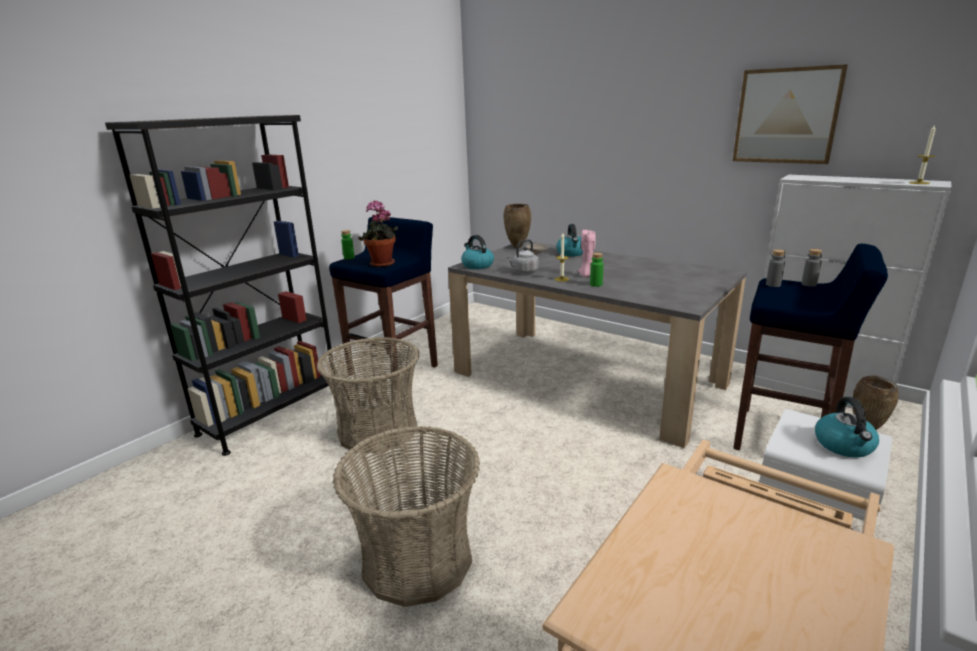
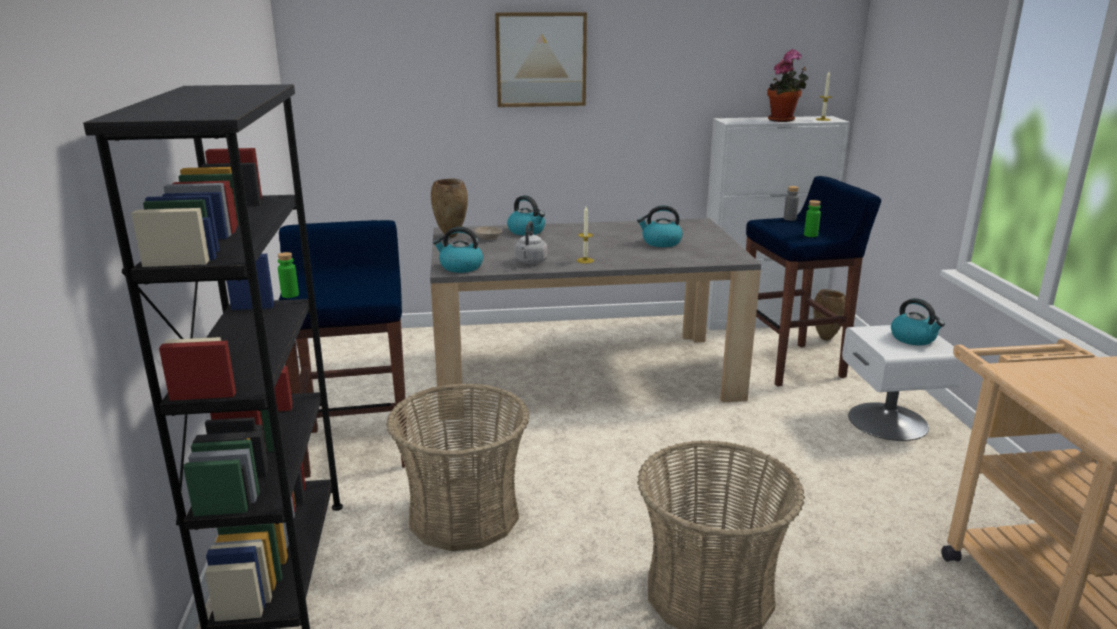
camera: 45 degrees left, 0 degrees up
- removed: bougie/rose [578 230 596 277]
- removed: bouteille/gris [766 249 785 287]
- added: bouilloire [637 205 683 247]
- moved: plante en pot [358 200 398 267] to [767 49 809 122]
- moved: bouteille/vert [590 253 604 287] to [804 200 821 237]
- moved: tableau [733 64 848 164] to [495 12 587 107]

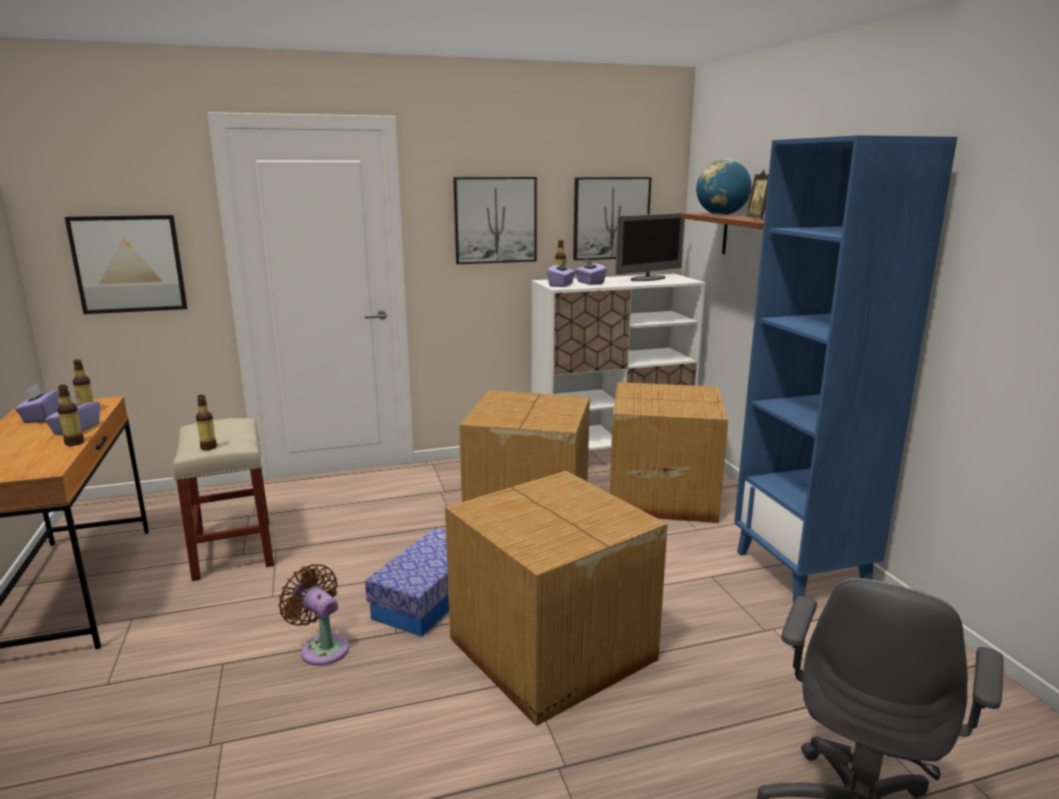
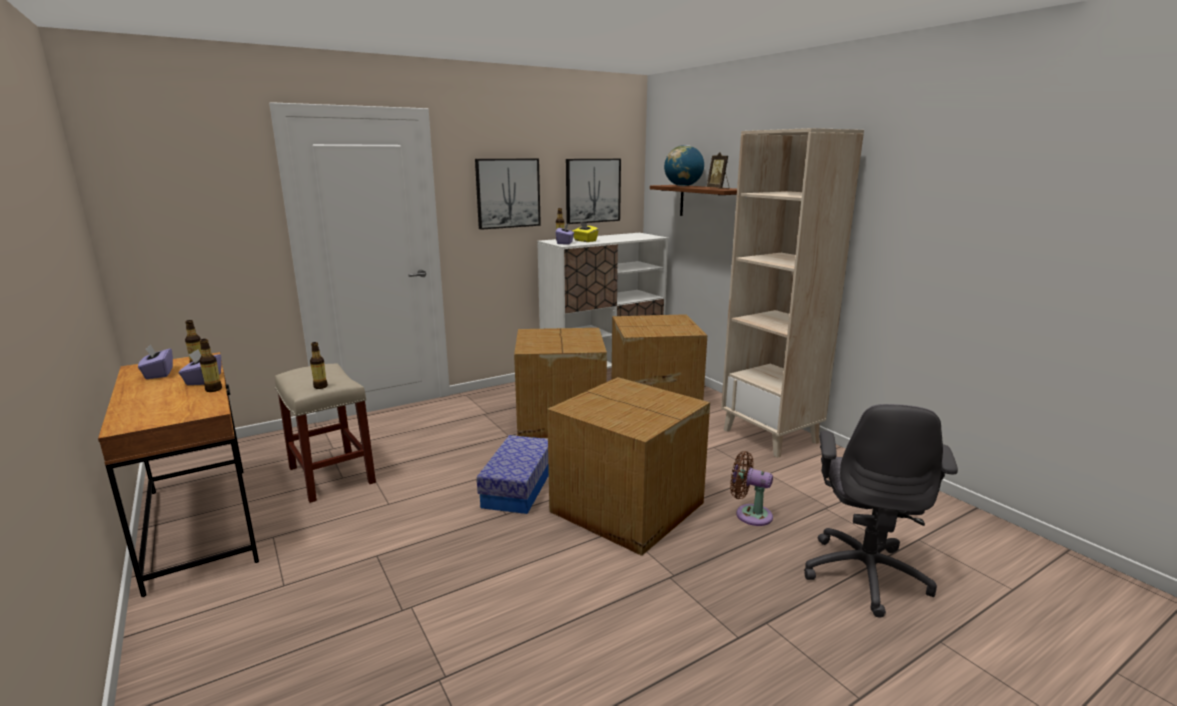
camera: 15 degrees left, 0 degrees up
- removed: tableau [65 215 187 314]
- removed: écran d'ordinateur [615 213 684 281]
- moved: ventilateur/marron [279 564 349 666] to [730 451 773 526]
- recoloured: boîte à mouchoirs/violet [575 258 607 285] to boîte à mouchoirs/jaune [572 222 599 242]
- recoloured: bibliothèque/bleu [734 135 957 602] to bibliothèque/beige [721 128 864 458]

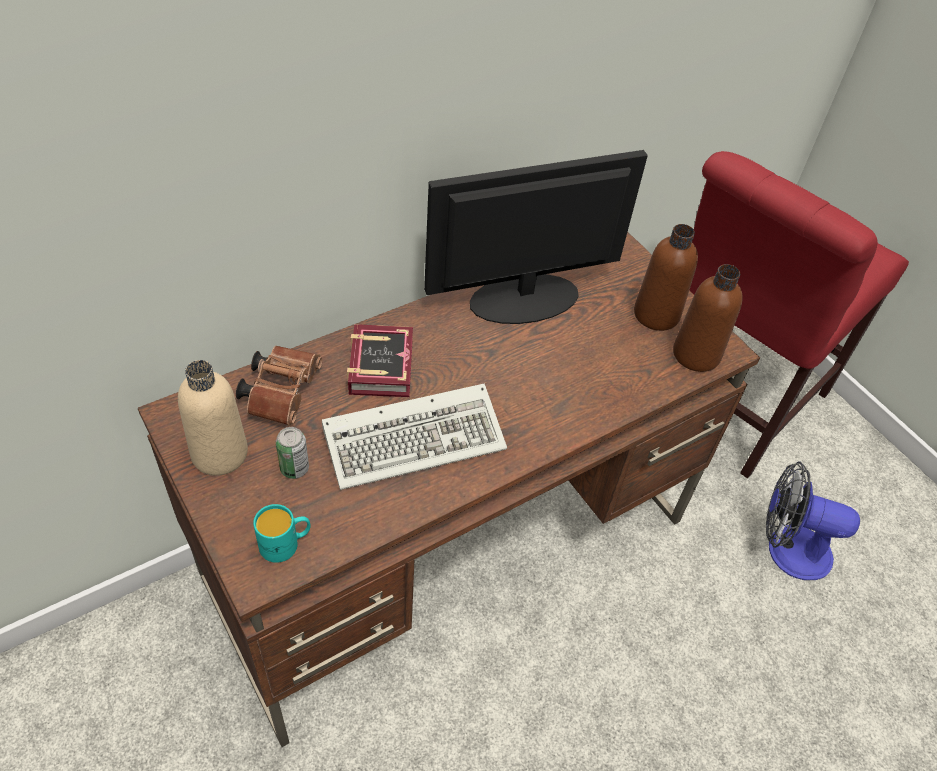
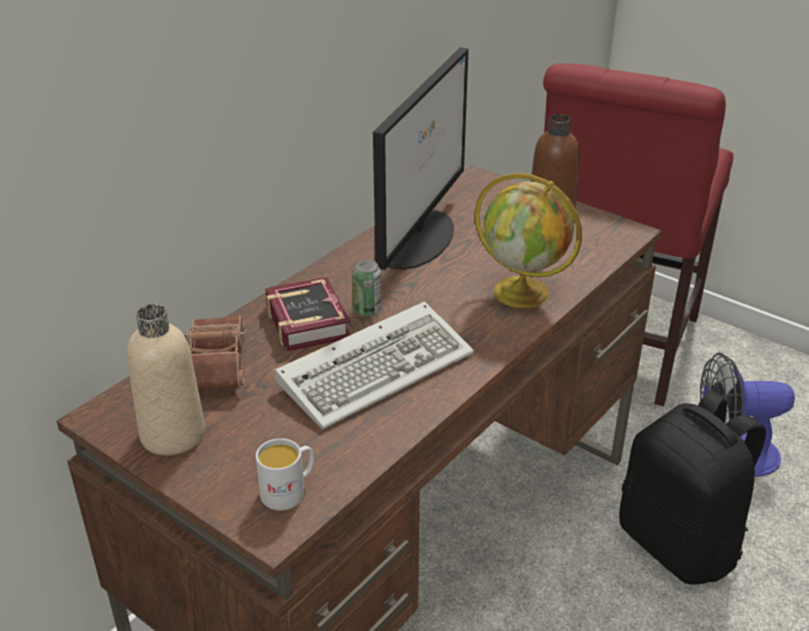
camera: 15 degrees left, 15 degrees down
- removed: bouteille/marron [673 264 743 372]
- added: globe [474 173 582 308]
- added: sac à dos/noir [619 391 766 585]
- moved: boîte métallique [276 427 309 479] to [352 259 382 316]
- recoloured: mug/turquoise [253 504 311 563] to mug/blanc [256 438 314 510]
- turned: écran d'ordinateur [424 150 648 324] = [373 47 469 270] 150 degrees clockwise

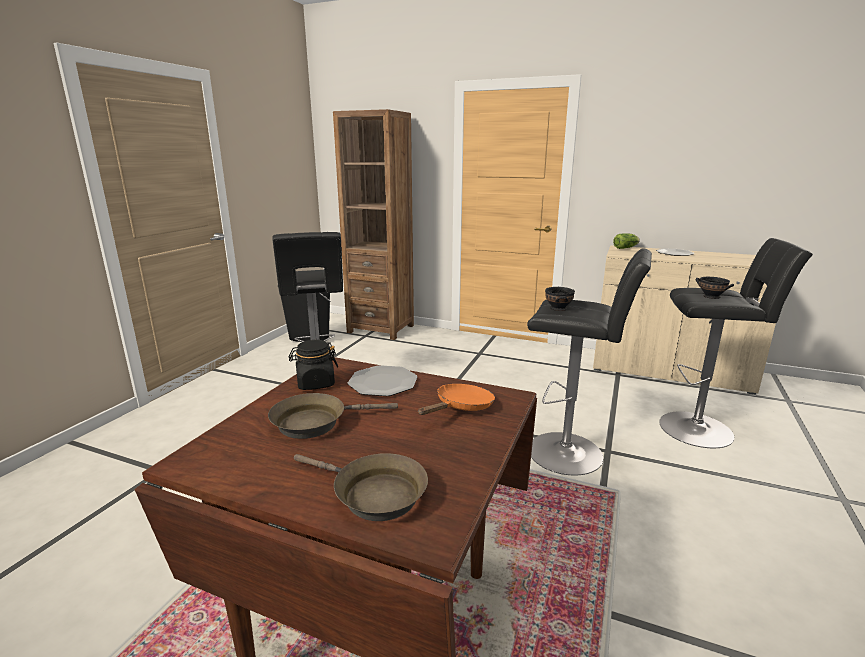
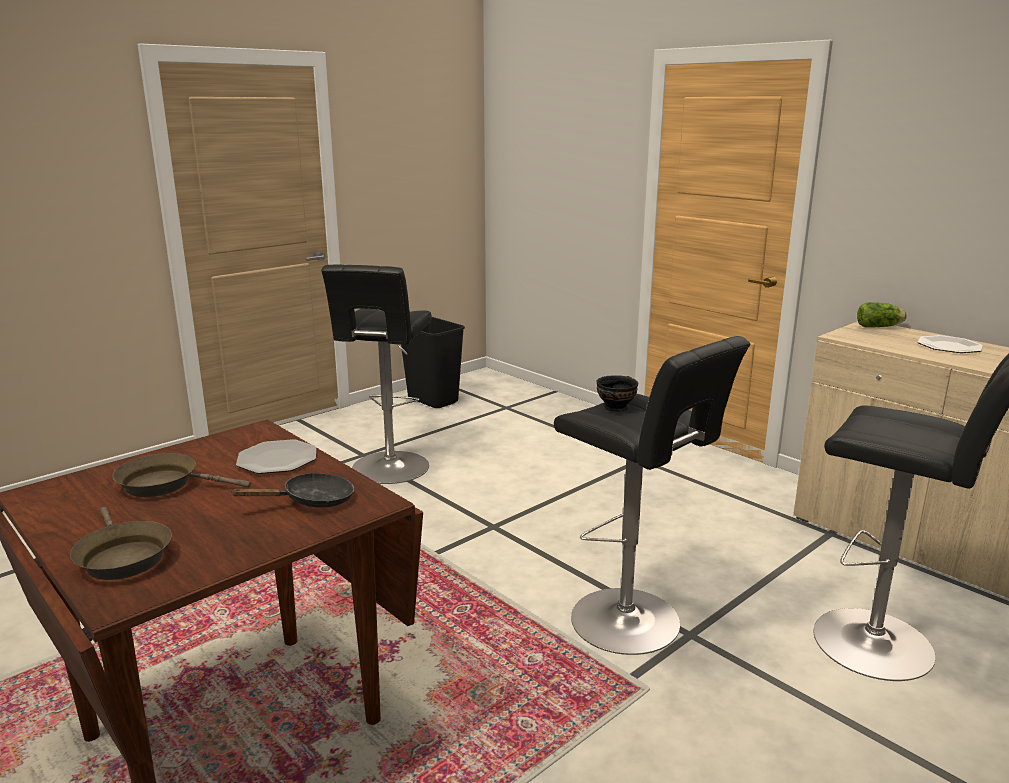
camera: 25 degrees right, 0 degrees up
- removed: bocal/noir [289 340 338 390]
- removed: bibliothèque/marron [333 109 414 340]
- removed: bol/noir [695 277 734 299]
- recoloured: poêle/orange [418 384 495 415] to poêle/noir [230 473 354 508]

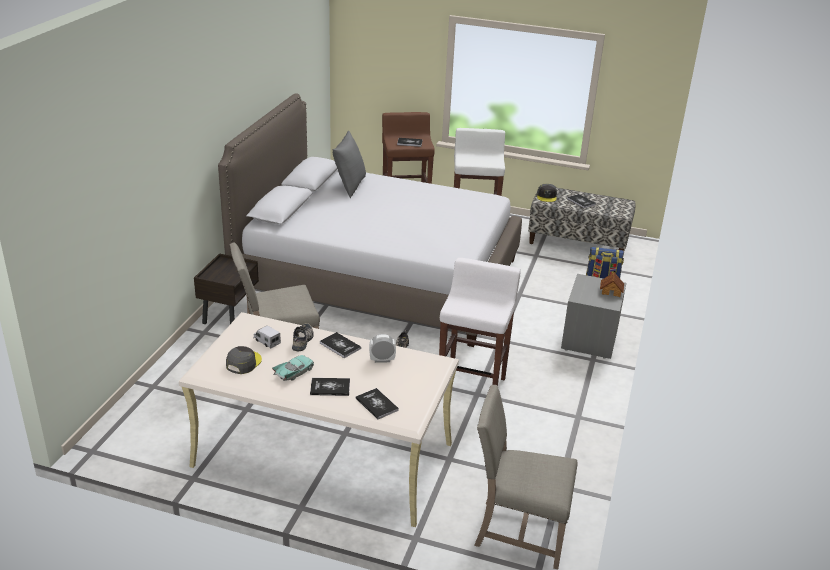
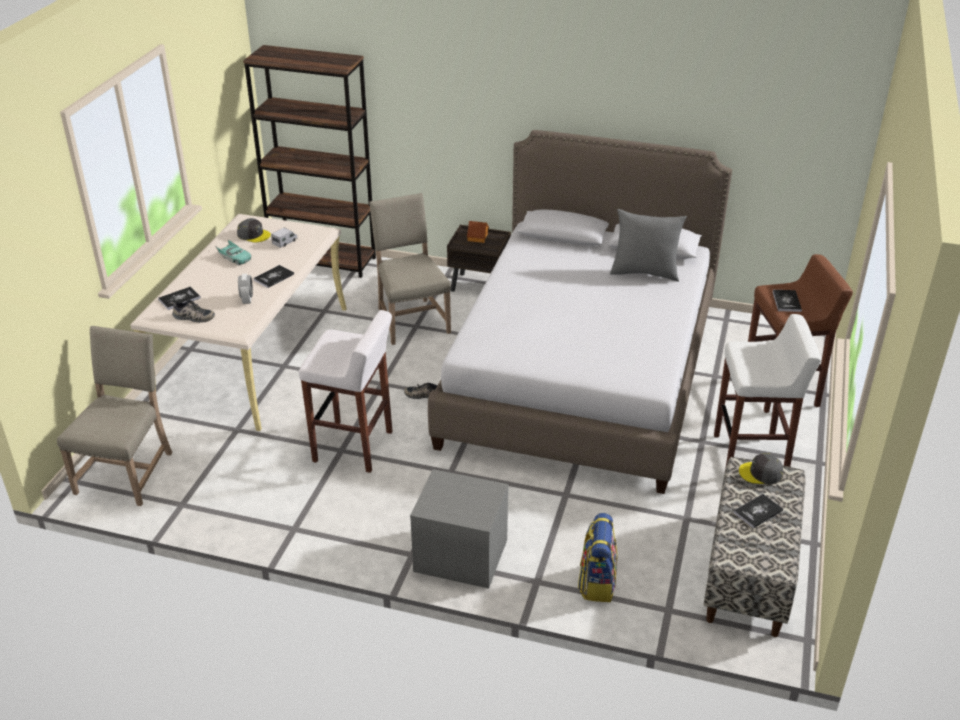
camera: 90 degrees right, 5 degrees up
- removed: livre [310 378 350 396]
- added: bibliothèque/marron [243 45 376 278]
- moved: chaussure [292 323 314 351] to [170 300 215 323]
- moved: maison miniature [600 272 624 297] to [467 221 489 243]

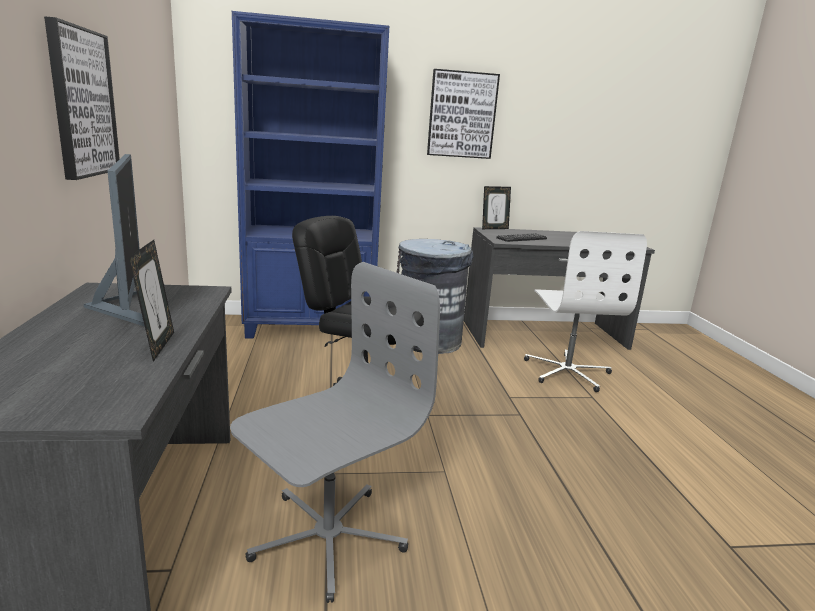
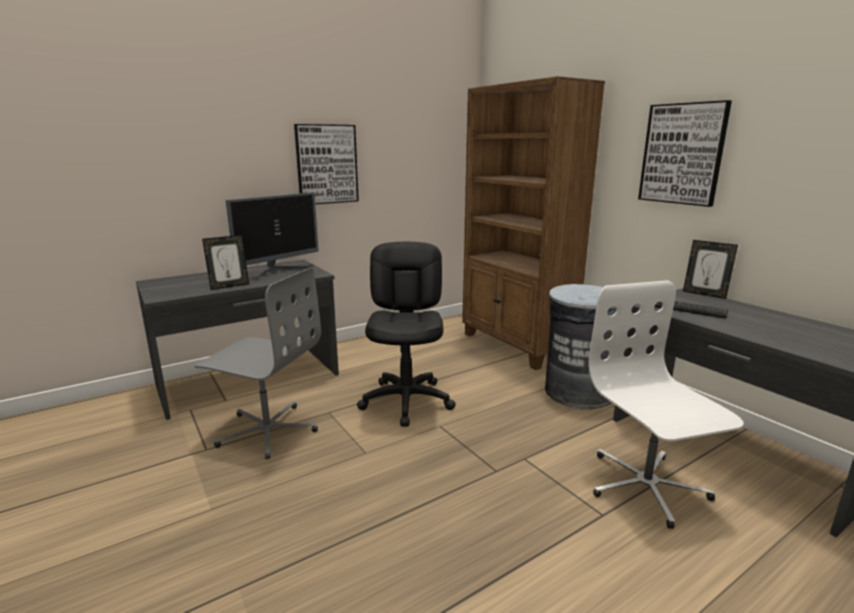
camera: 65 degrees right, 0 degrees up
- recoloured: bibliothèque/bleu [232 11 389 339] to bibliothèque/marron [462 76 605 370]
- turned: chaise de bureau/blanc [524 231 647 392] = [588 280 744 529] 105 degrees clockwise

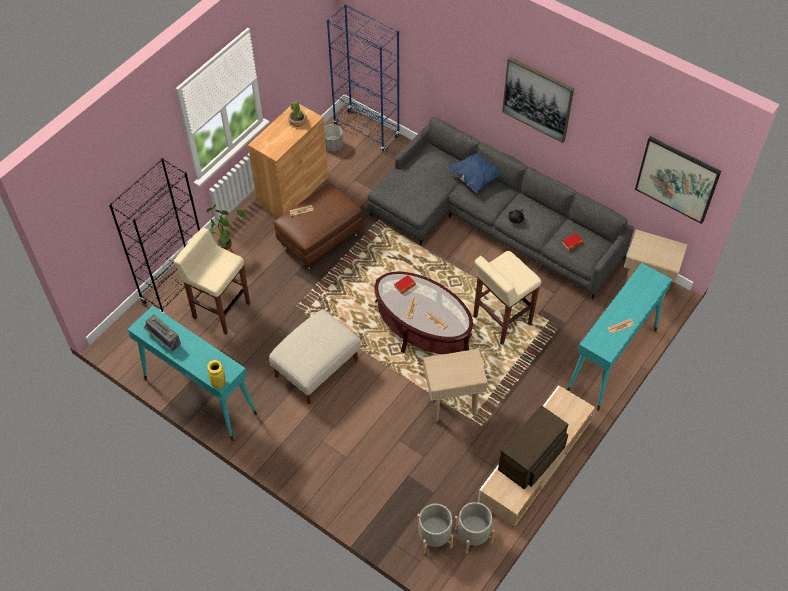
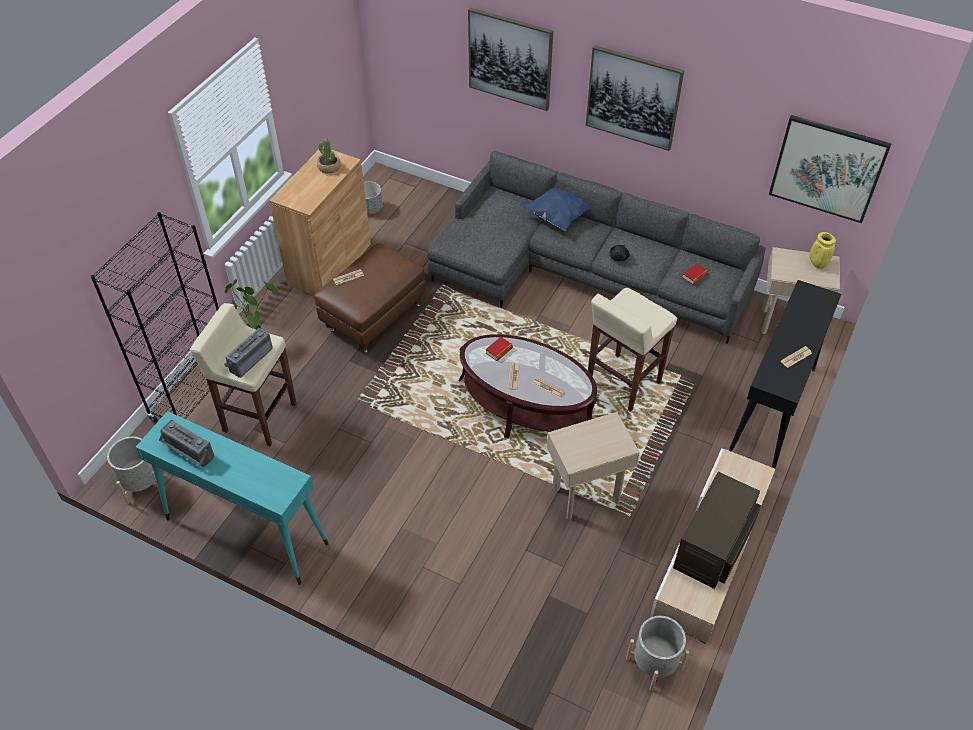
camera: 10 degrees left, 5 degrees down
- removed: pouf/beige [269 310 361 404]
- removed: bibliothèque/bleu [327 4 400 151]
- added: radio [224 328 273 378]
- added: tableau [468 7 553 111]
- moved: vase/jaune [207 360 226 389] to [810 232 836 269]
- moved: cache-pot/gris [417 504 453 554] to [107 436 158 504]
- recoloured: table console/turquoise [567 263 672 411] to table console/noir [728 280 841 468]

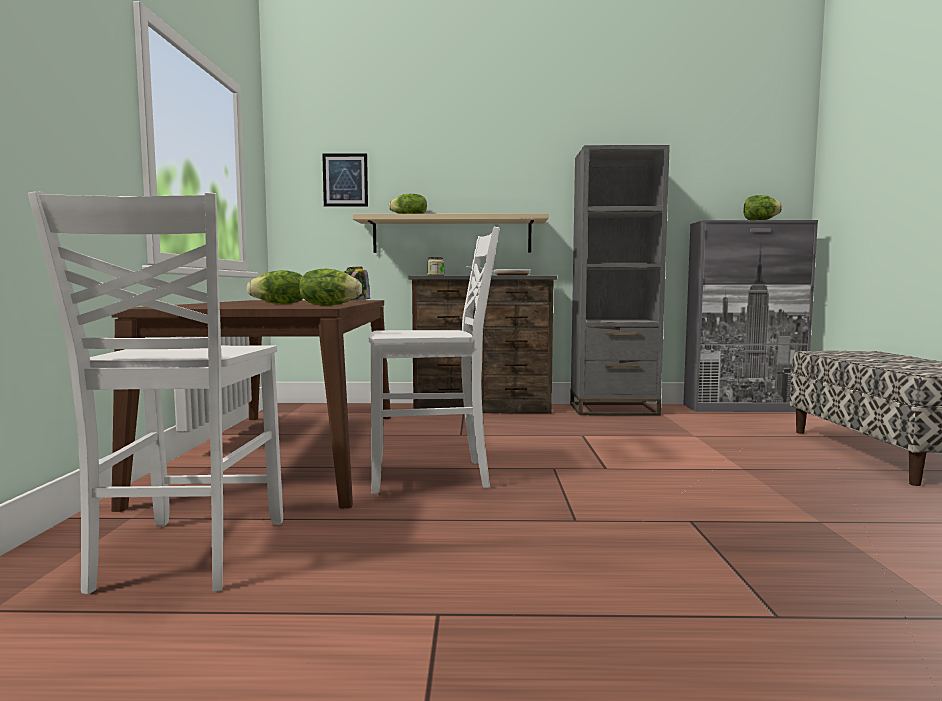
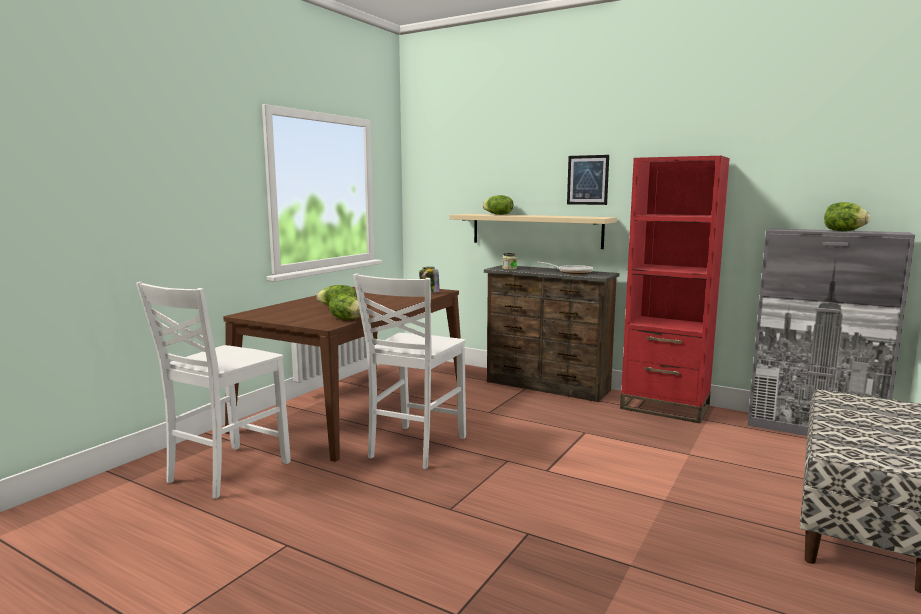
camera: 30 degrees right, 5 degrees up
- moved: tableau [322 153 368 207] to [567 155 609 205]
- recoloured: bibliothèque/gris [570 145 670 416] to bibliothèque/rouge [620 156 730 423]
- turned: chaise/blanc [369 227 500 494] = [353 273 466 469] 90 degrees clockwise

